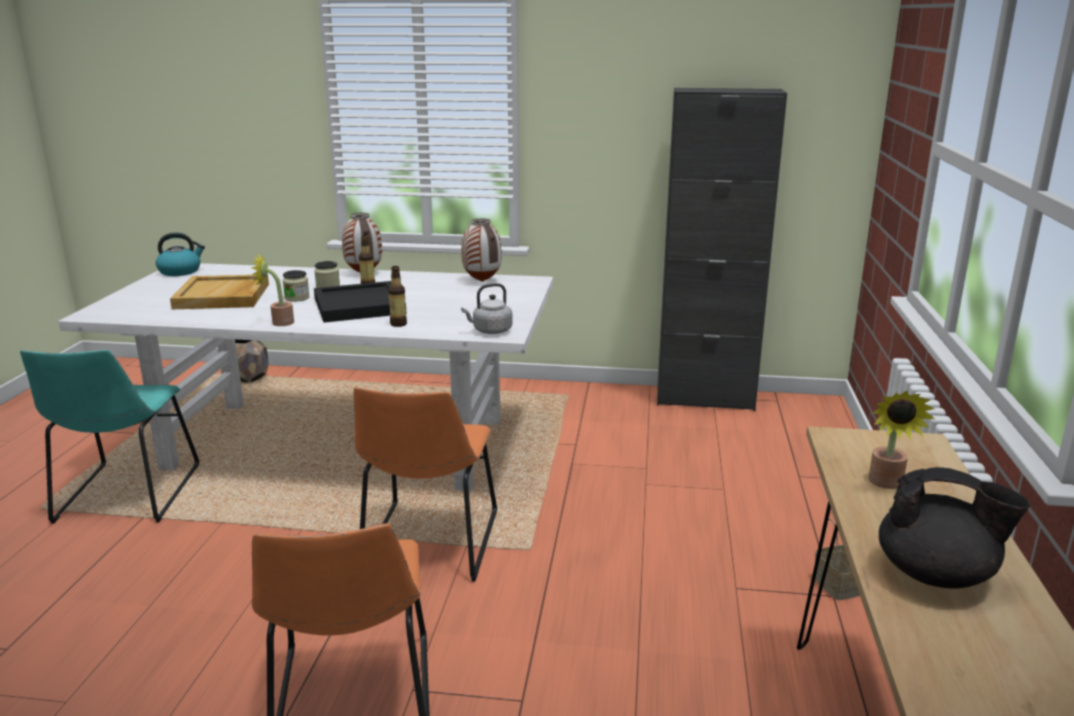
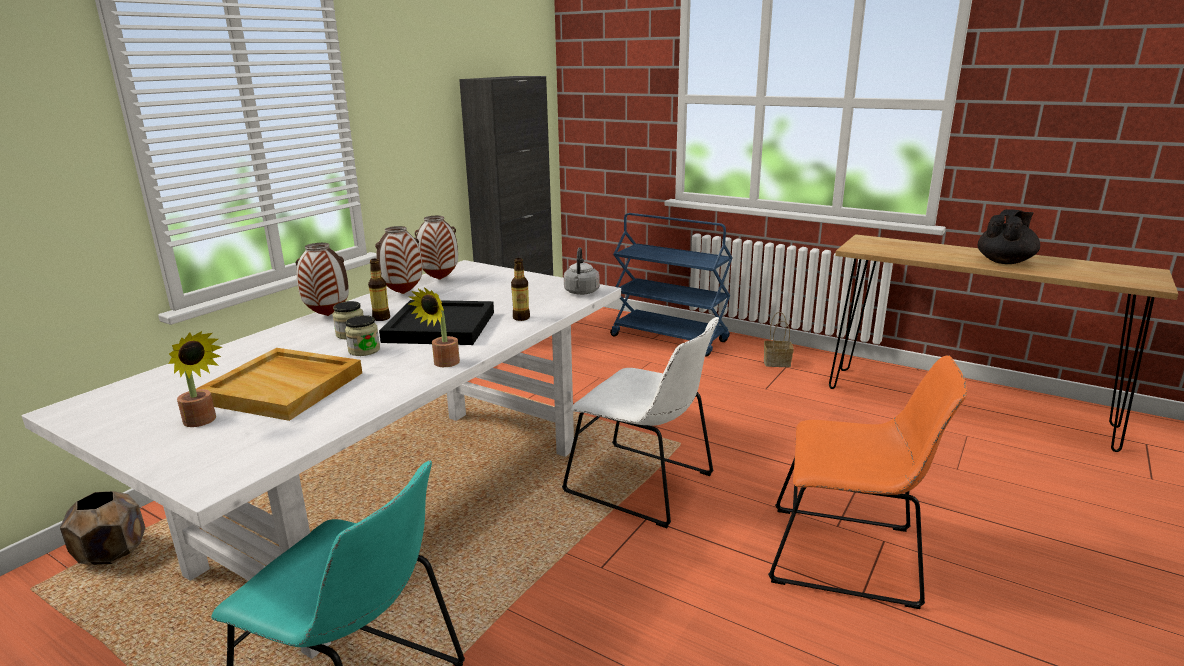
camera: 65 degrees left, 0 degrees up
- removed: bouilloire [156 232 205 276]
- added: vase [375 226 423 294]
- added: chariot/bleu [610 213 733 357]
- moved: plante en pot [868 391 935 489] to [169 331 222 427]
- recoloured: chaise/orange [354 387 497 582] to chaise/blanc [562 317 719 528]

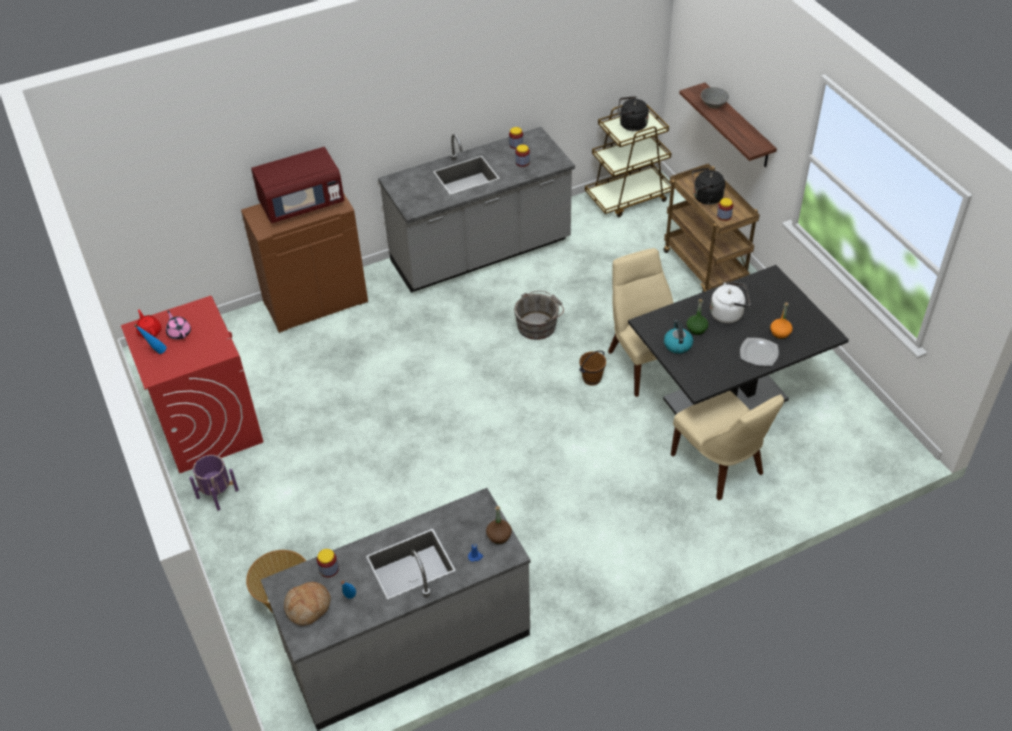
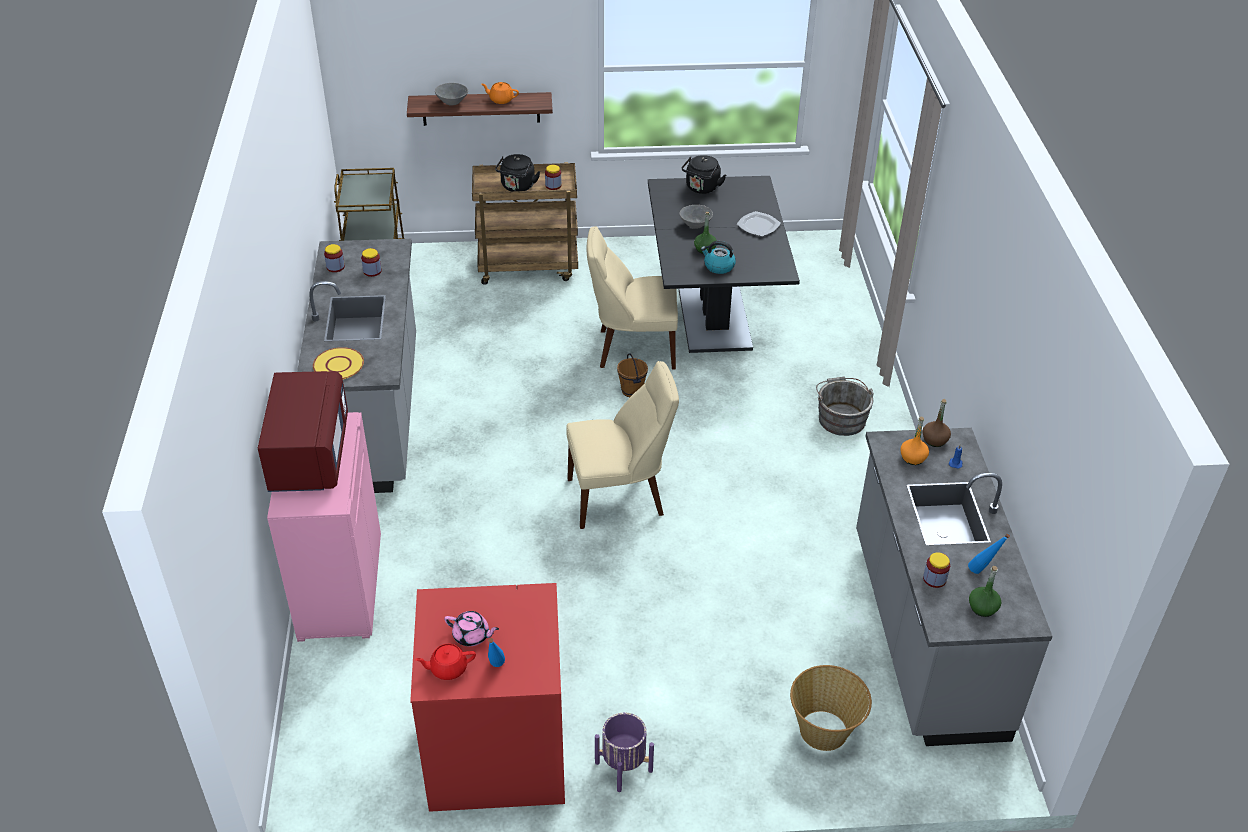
camera: 70 degrees left, 5 degrees down
- added: assiette/jaune [313 347 364 379]
- added: théière/orange [482 82 519 104]
- moved: seau/gris [514 291 564 340] to [816 376 874 436]
- moved: bouilloire/noir [618 96 649 131] to [682 155 726 194]
- moved: chaise/beige [671 391 784 500] to [566 361 679 529]
- moved: bouteille/orange [770 302 792 339] to [900 417 929 465]
- replaced: pain [284 582 331 626] to bouteille/vert [969 566 1001 617]
- replaced: bouilloire/blanc [710 282 750 323] to bol/gris [679 205 713 229]
- recoloured: meuble de rangement/marron [241 193 368 333] to meuble de rangement/rose [267 412 381 642]
- turned: théière/rose [166 311 191 339] = [444 611 499 646] 150 degrees counterclockwise

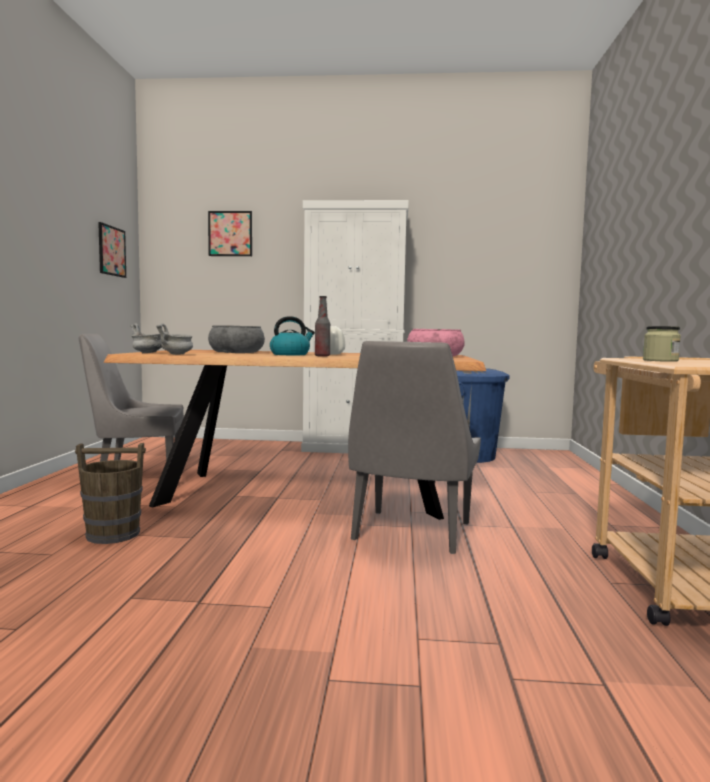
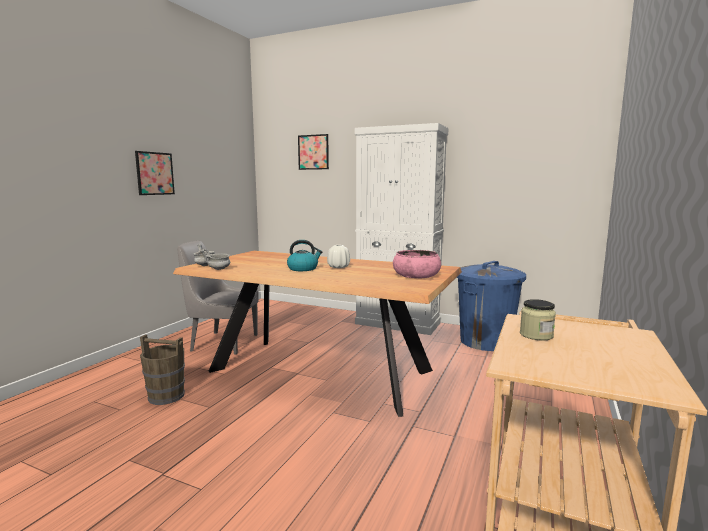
camera: 20 degrees right, 5 degrees up
- removed: bol/gris [208 325 265 353]
- removed: bouteille [315 296 330 357]
- removed: chaise/gris [348 341 481 554]
- moved: tableau [98 222 126 278] to [135 151 175 195]

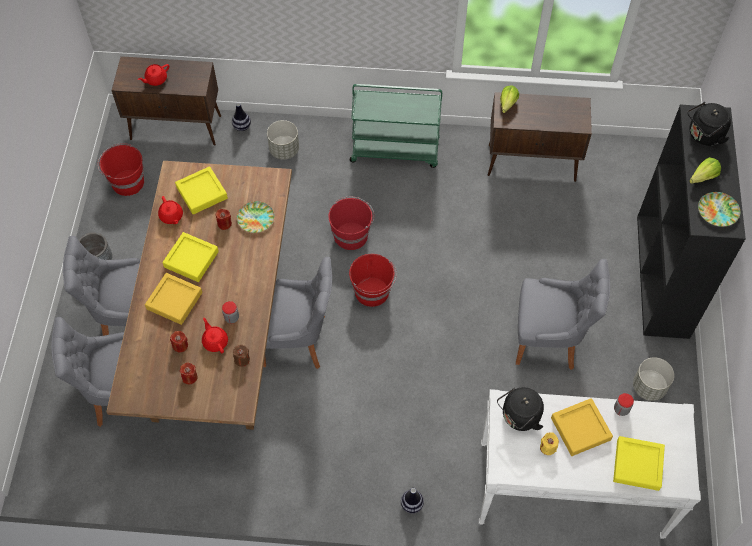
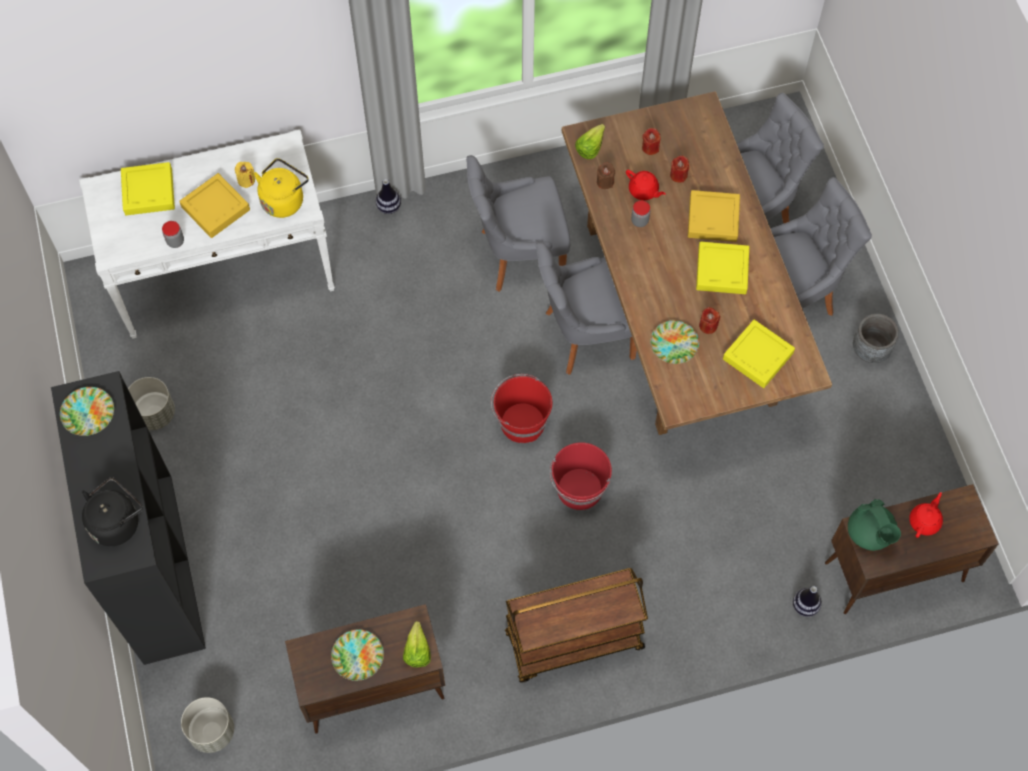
camera: 160 degrees right, 5 degrees up
- removed: seau/rouge [98 143 144 196]
- removed: théière/rouge [158 196 183 224]
- added: assiette [331 629 384 681]
- added: théière/vert [848 499 901 551]
- moved: cache-pot/gris [267 120 299 160] to [181 697 234 753]
- moved: chaise/gris [516 259 610 370] to [466 155 570 292]
- moved: laitue [689 157 721 184] to [575 124 605 159]
- recoloured: chariot/vert [350 84 442 168] to chariot/marron [505 568 648 682]
- recoloured: bouilloire/noir [497 387 544 431] to bouilloire/jaune [254 158 309 218]

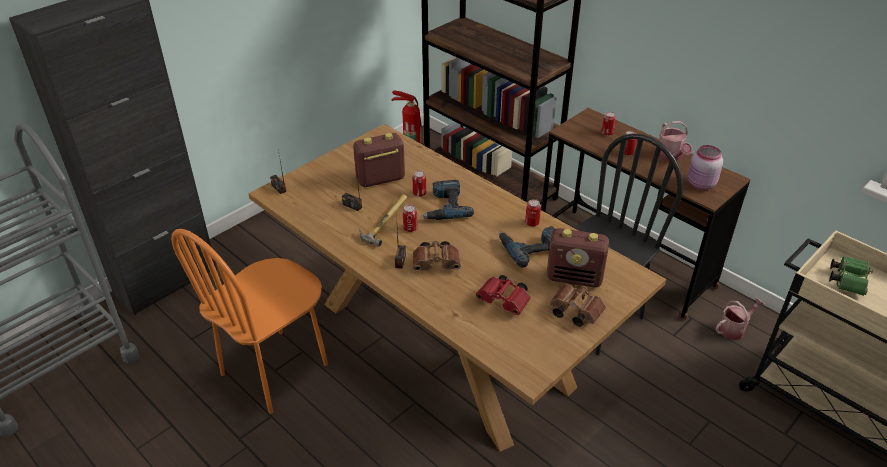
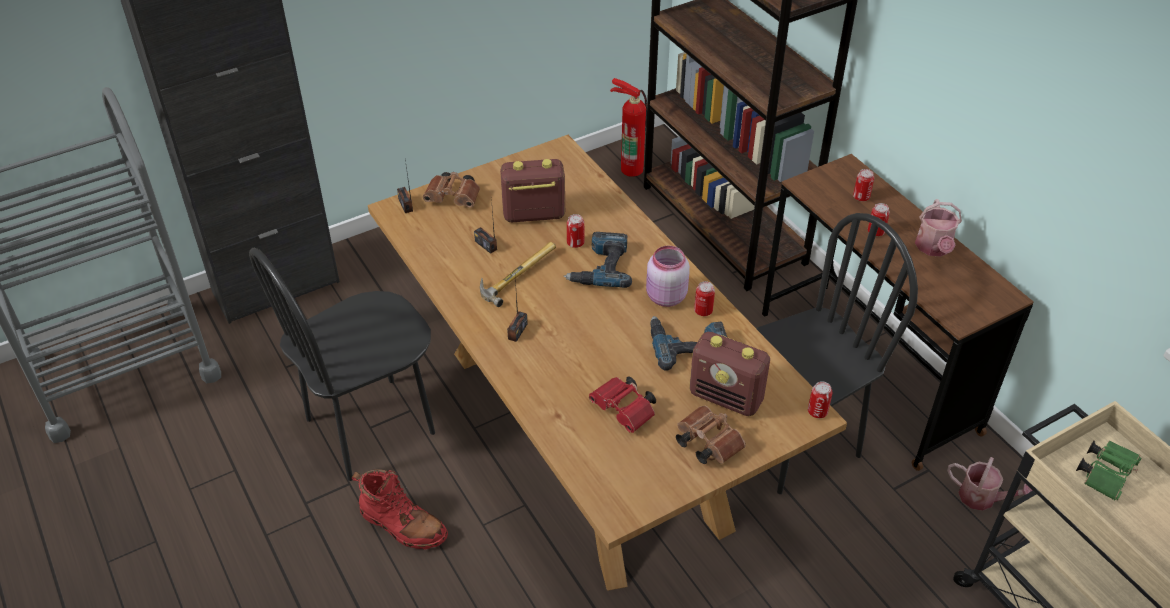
camera: 15 degrees right, 5 degrees up
- added: botte/rouge [351 469 448 550]
- moved: boîte métallique [403 205 418 232] to [808 381 832 418]
- moved: jumelles/marron [413 241 461 271] to [423 172 480 208]
- moved: bocal/rose [687 145 723 190] to [646 246 690 307]
- recoloured: chaise/orange [171 229 328 414] to chaise/noir [249 247 435 481]
- turned: arrosoir [715 297 765 341] = [947 457 1033 511] 45 degrees clockwise

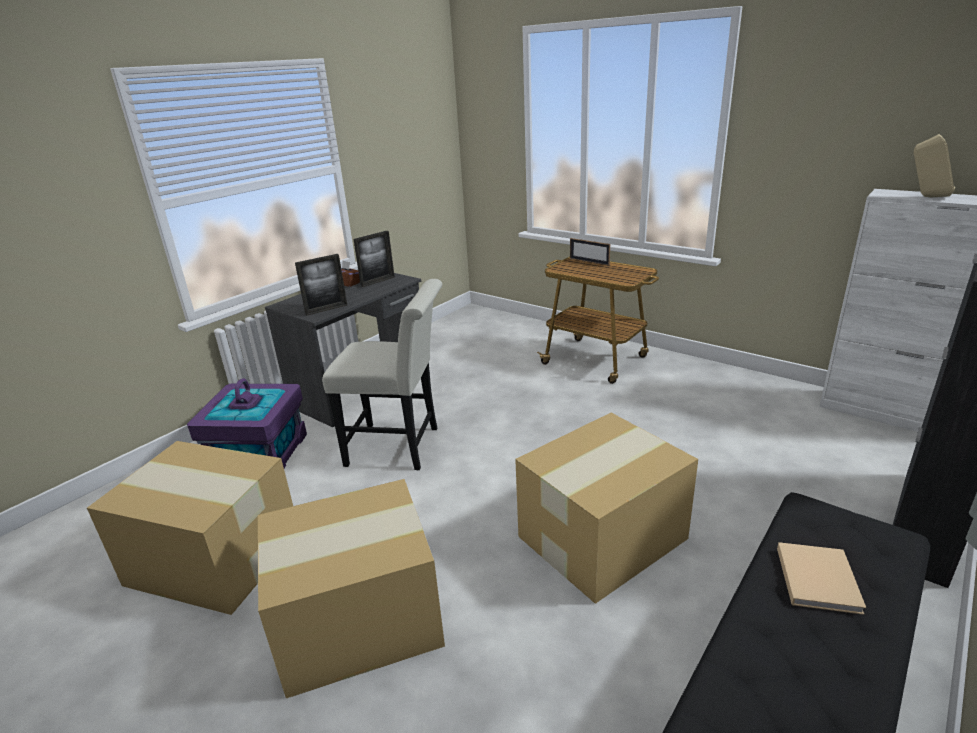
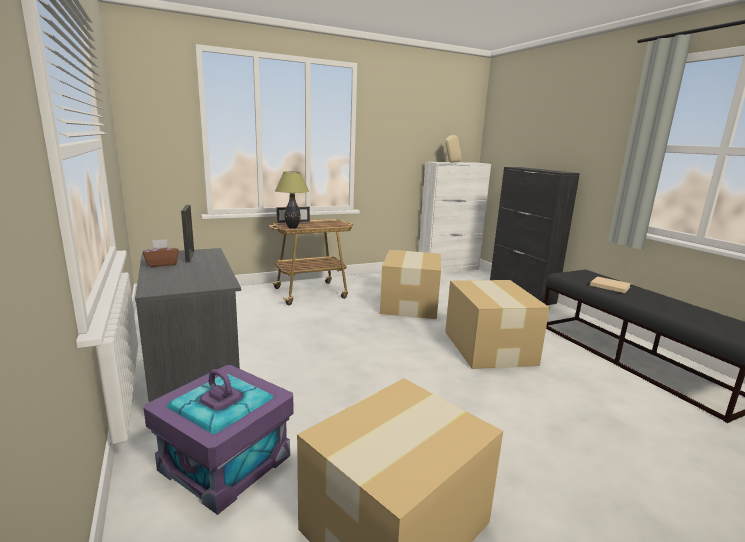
camera: 65 degrees left, 10 degrees down
- removed: cadre photo [295 254 347 316]
- removed: chaise/blanc [322 279 442 470]
- added: lampe de table [275 171 309 229]
- moved: carton [258 479 445 698] to [380 250 441 319]

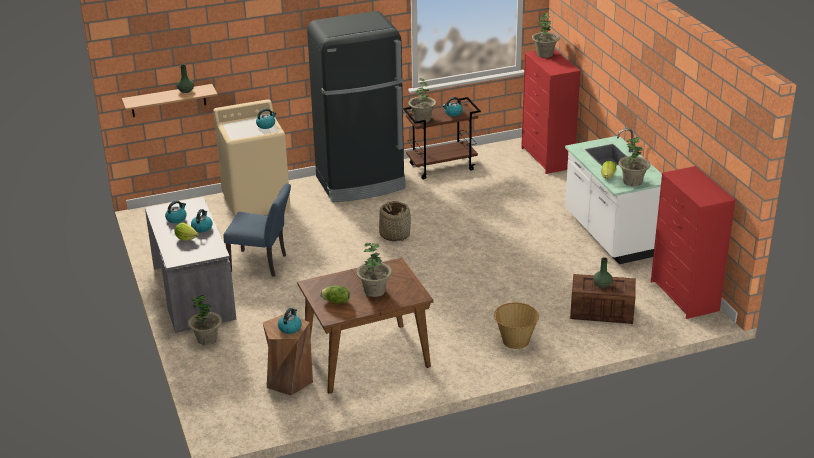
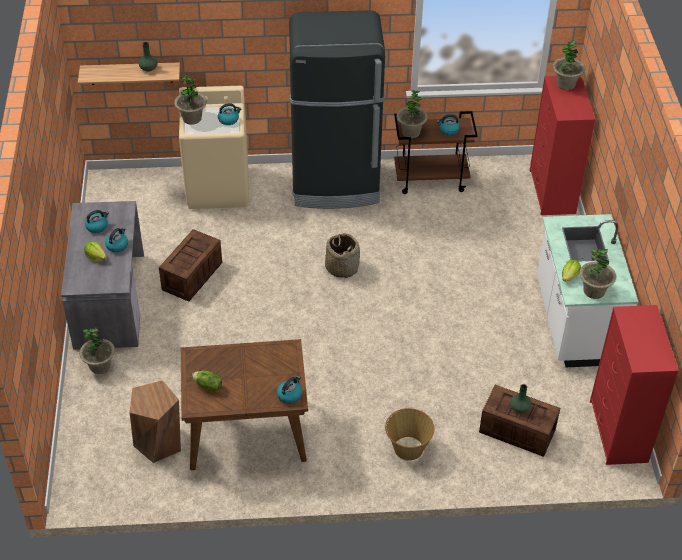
camera: 15 degrees right, 15 degrees up
- moved: bouilloire [278 308 302 334] to [277 376 302 404]
- moved: plante en pot [356 243 392 297] to [174 75 207 125]
- replaced: chaise/bleu [223 183 291 277] to caisse [159 229 222 301]

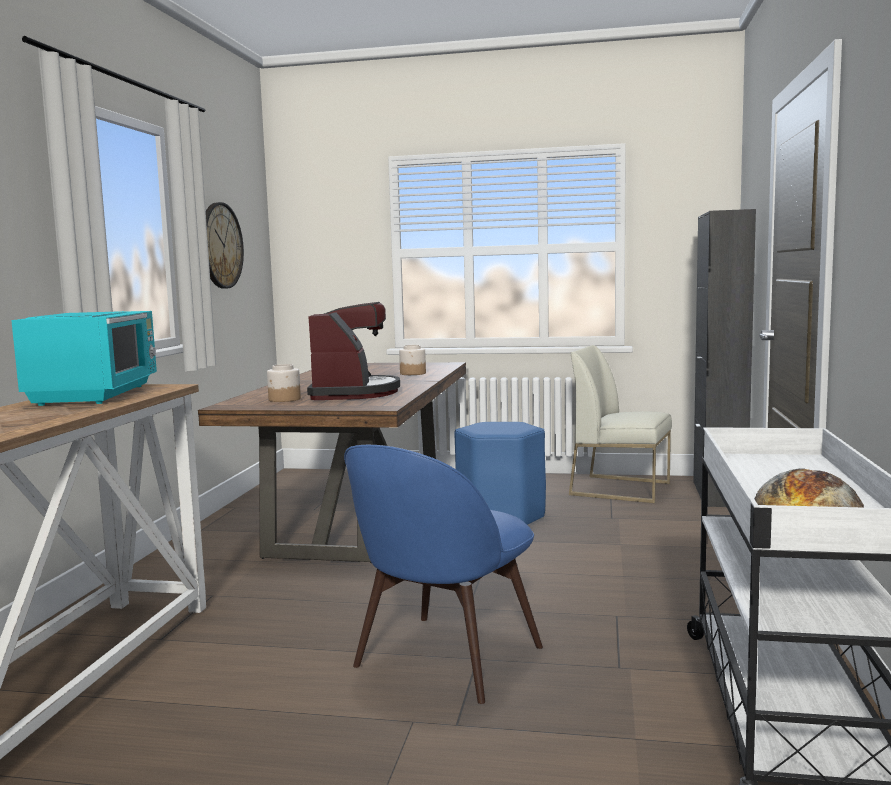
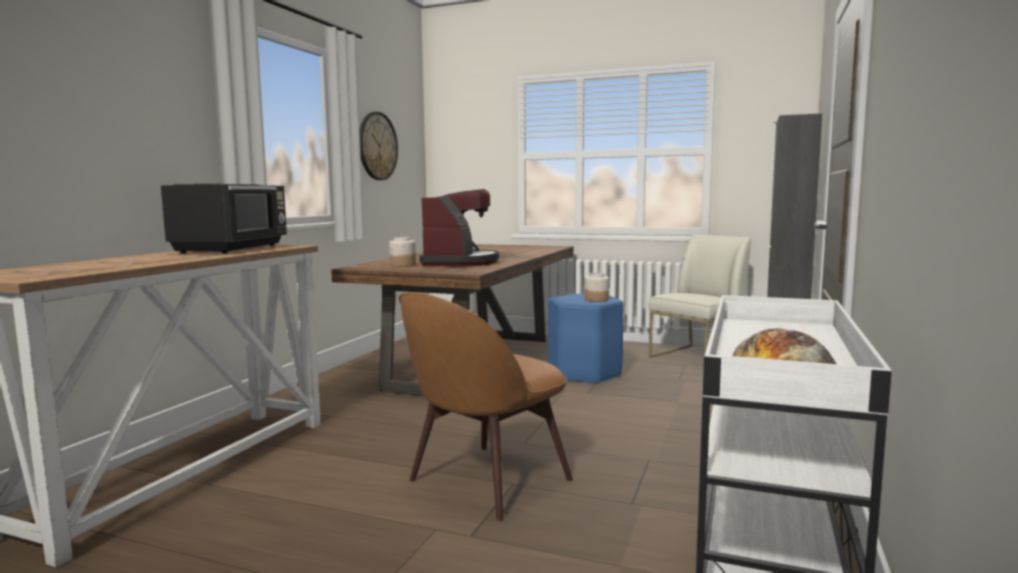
camera: 10 degrees right, 0 degrees up
- moved: bocal [399 345 426 375] to [584 273 609 302]
- recoloured: micro-ondes/turquoise [11 311 157 406] to micro-ondes/noir [161 184 287 254]
- recoloured: chaise/bleu [344 445 543 704] to chaise/marron [399 292 573 521]
- turned: chaise/blanc [569 345 672 503] = [649 234 751 371] 105 degrees clockwise

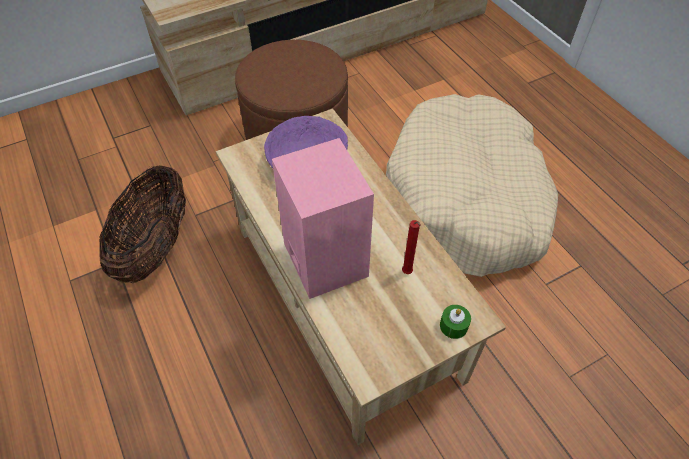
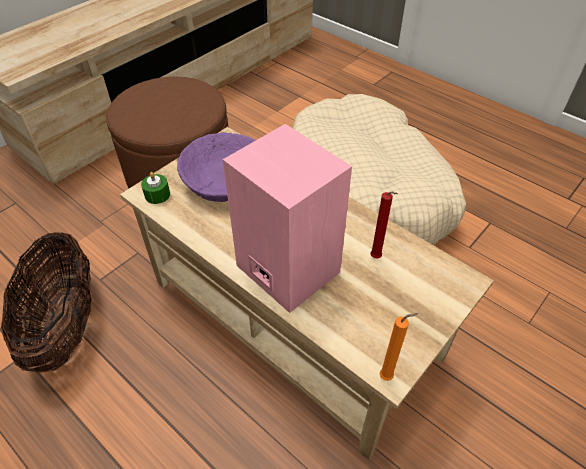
camera: 20 degrees left, 5 degrees down
- added: bougie/orange [380 313 418 381]
- moved: bougie/vert [440 305 471 339] to [141 172 170 204]

